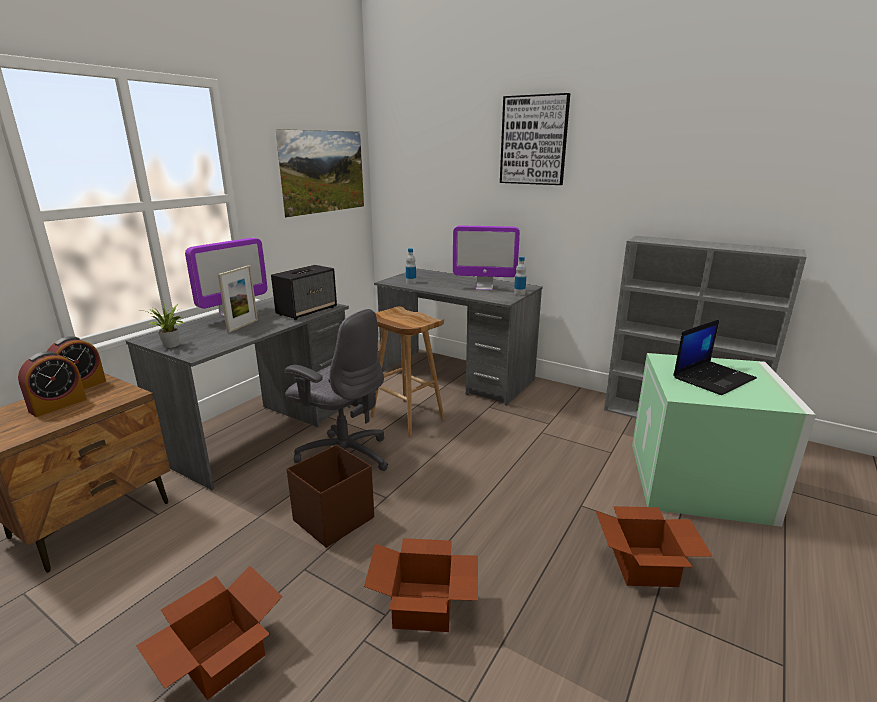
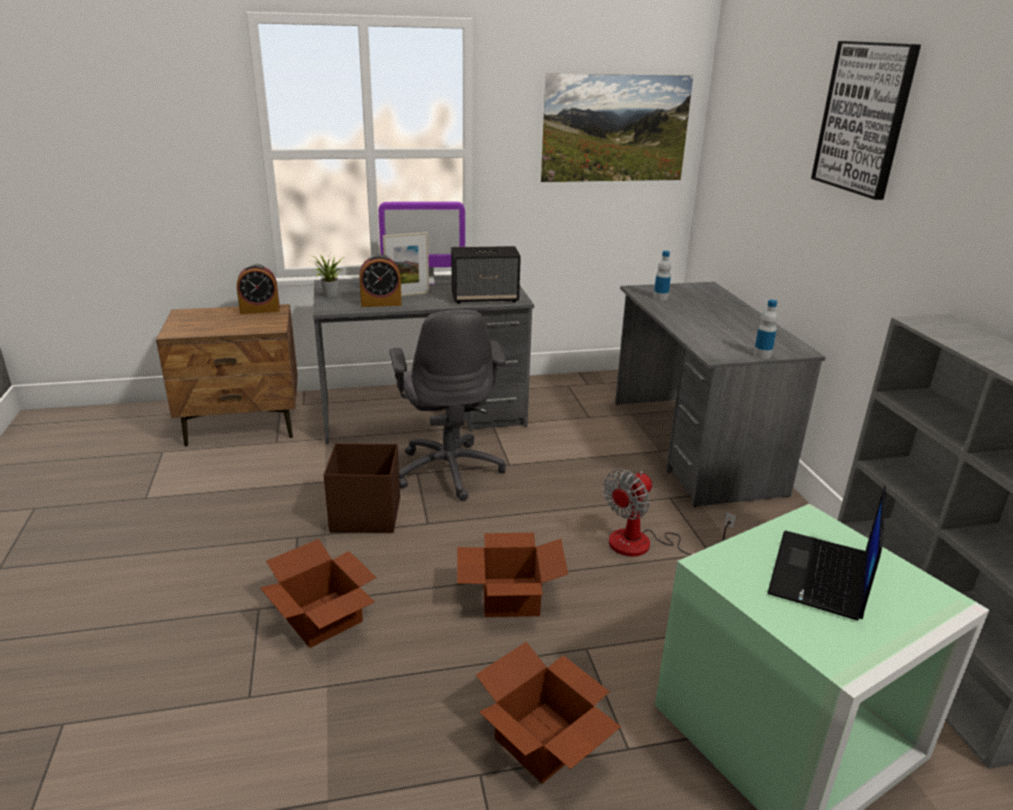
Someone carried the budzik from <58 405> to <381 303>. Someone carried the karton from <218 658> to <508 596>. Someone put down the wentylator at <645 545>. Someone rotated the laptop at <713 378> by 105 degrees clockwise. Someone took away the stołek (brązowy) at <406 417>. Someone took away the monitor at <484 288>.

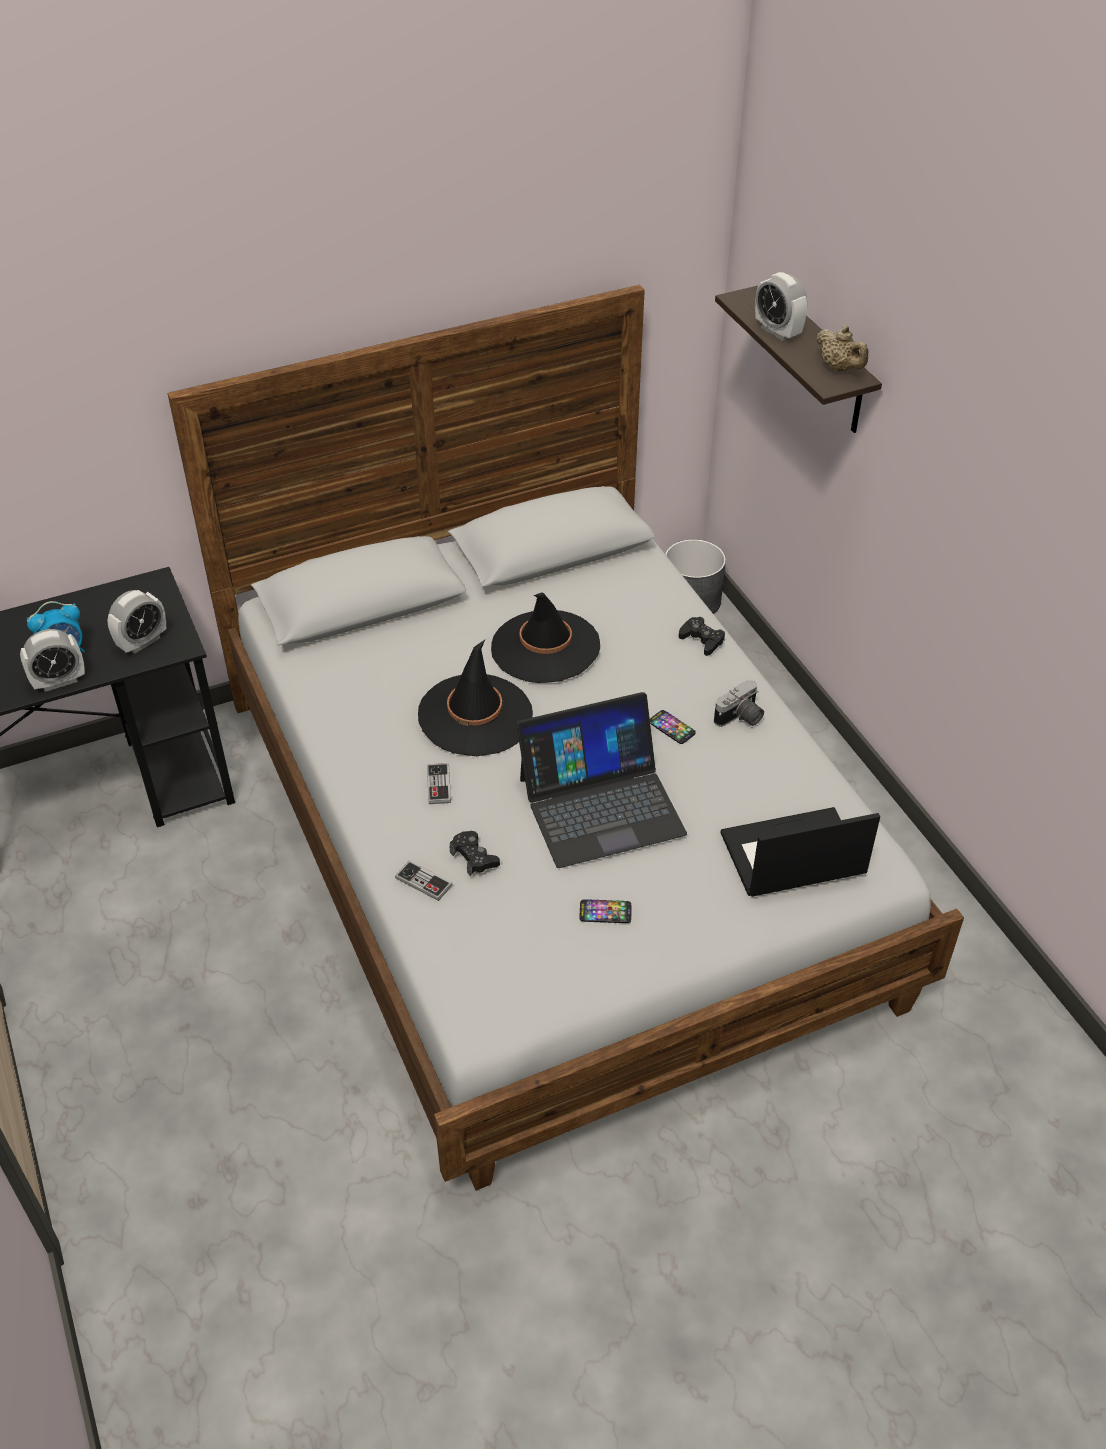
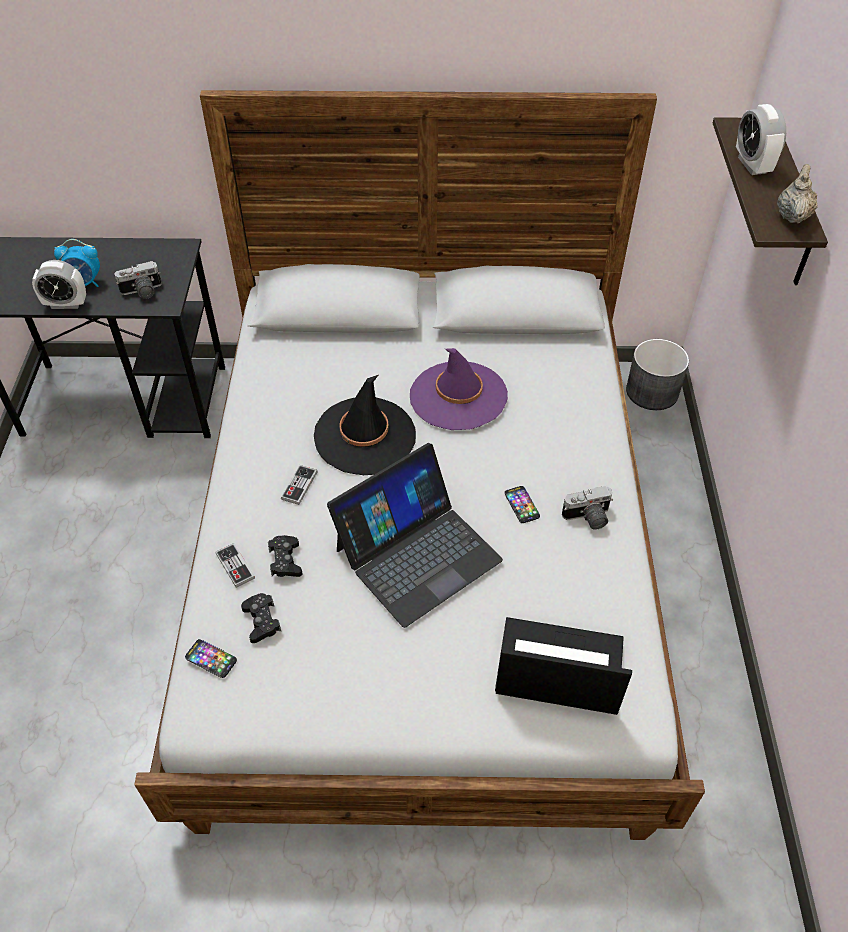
Someone swapped the budzik at <142 642> for the aparat fotograficzny at <142 292>. Someone carried the telefon from <605 912> to <211 659>. Someone carried the pad do gier (czarny) from <702 640> to <261 621>. Someone rotated the laptop at <601 805> by 45 degrees counterclockwise. Someone repainted the kapelusz (czarny) at <545 647>, which became the kapelusz (fioletowy) at <458 396>. Someone rotated the imbryk (beżowy) at <839 368> by 150 degrees counterclockwise.

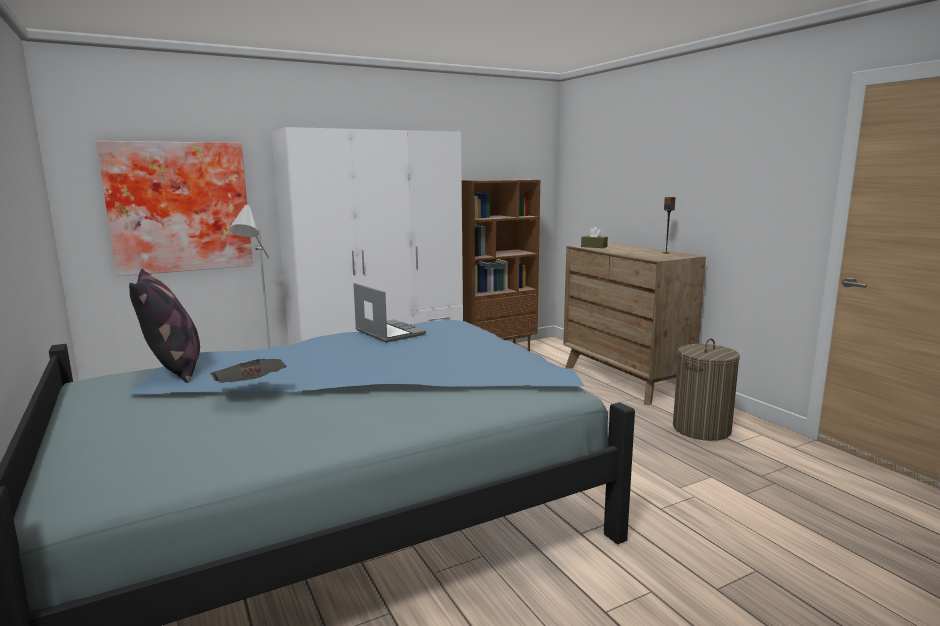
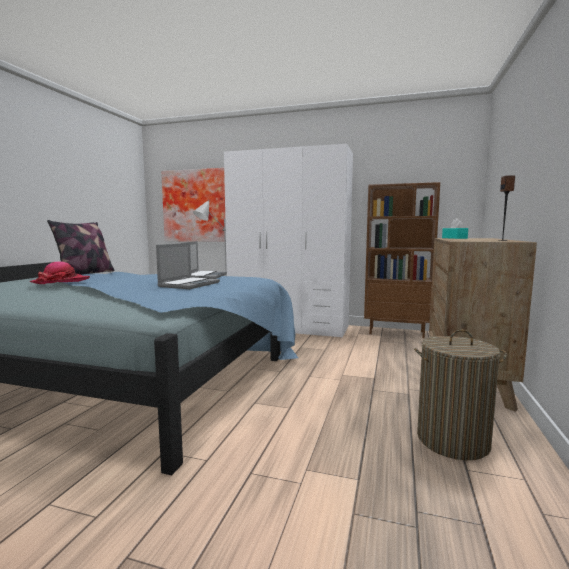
Someone swapped the gazeta at <251 390> for the kapelusz at <61 281>. Someone put down the laptop at <189 284>. Someone repainted the pudełko chusteczek (brązowy) at <594 246>, which became the pudełko chusteczek (turkusowy) at <454 238>.

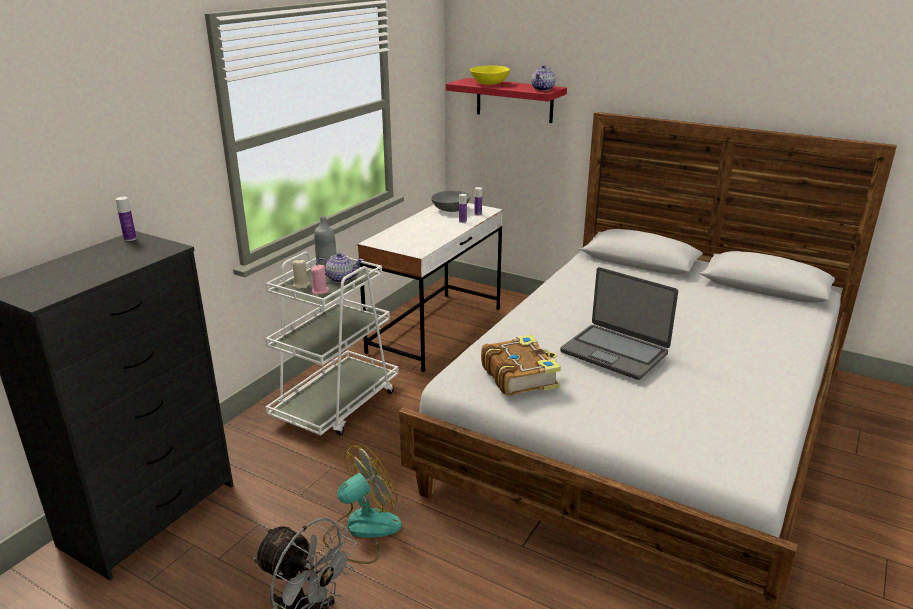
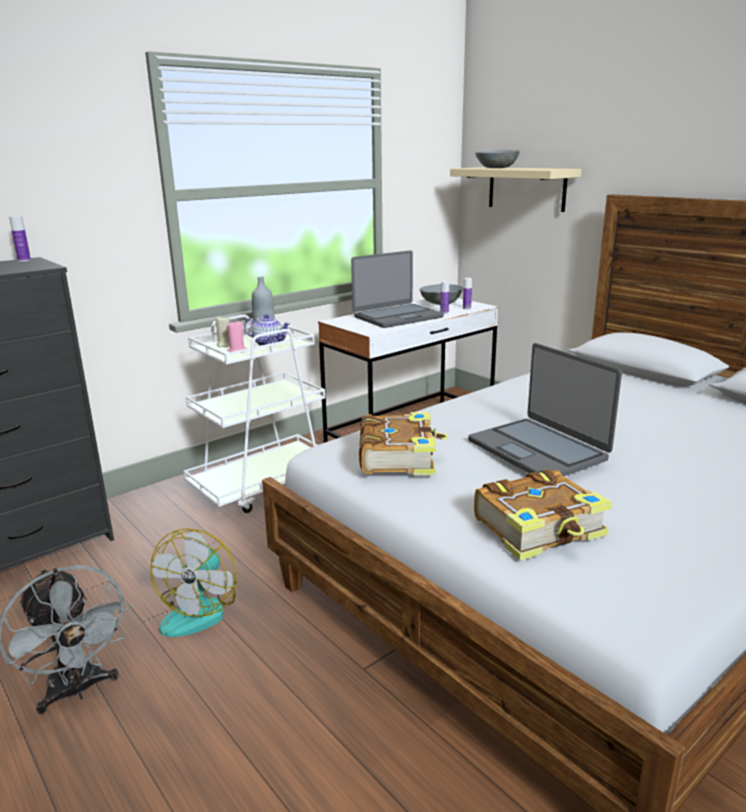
Someone rotated the wentylator at <361 530> by 120 degrees clockwise. Someone put down the laptop at <397 317>. Someone repainted the półka (czerwony) at <514 100>, which became the półka (beżowy) at <526 188>. Someone put down the książka at <540 528>. Someone repainted the miska (żółty) at <489 84>, which became the miska (szary) at <496 168>. Someone took away the imbryk at <543 89>.

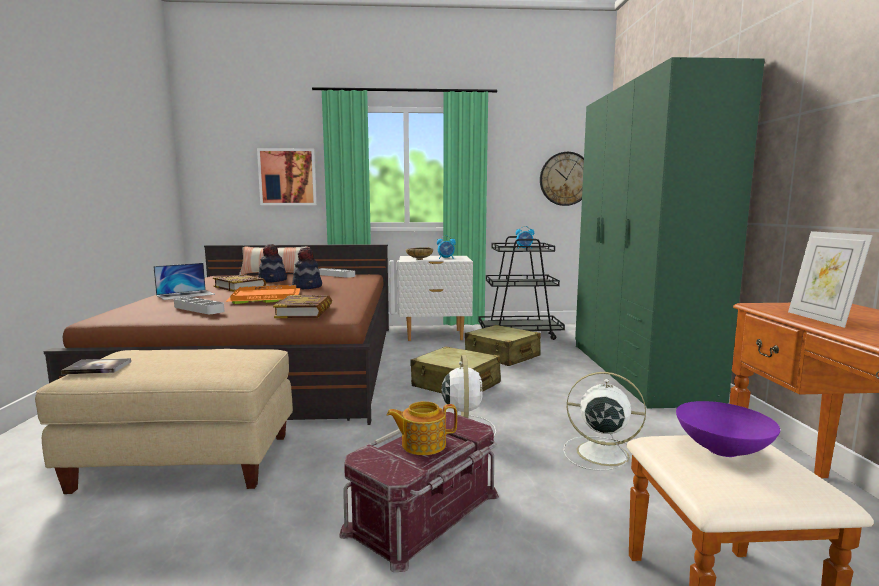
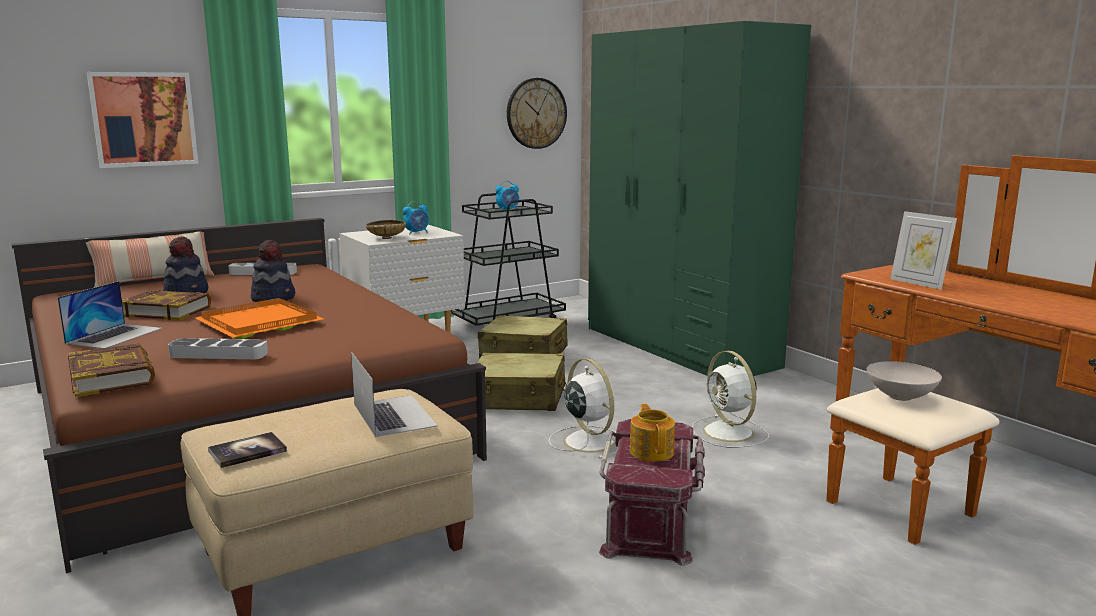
Someone carried the książka from <305 312> to <113 377>. Someone put down the laptop at <394 415>. Someone rotated the imbryk at <422 444> by 120 degrees clockwise. Someone rotated the wentylator (biały) at <600 453> by 105 degrees counterclockwise. Someone repainted the miska (fioletowy) at <721 450>, which became the miska (biały) at <900 397>.

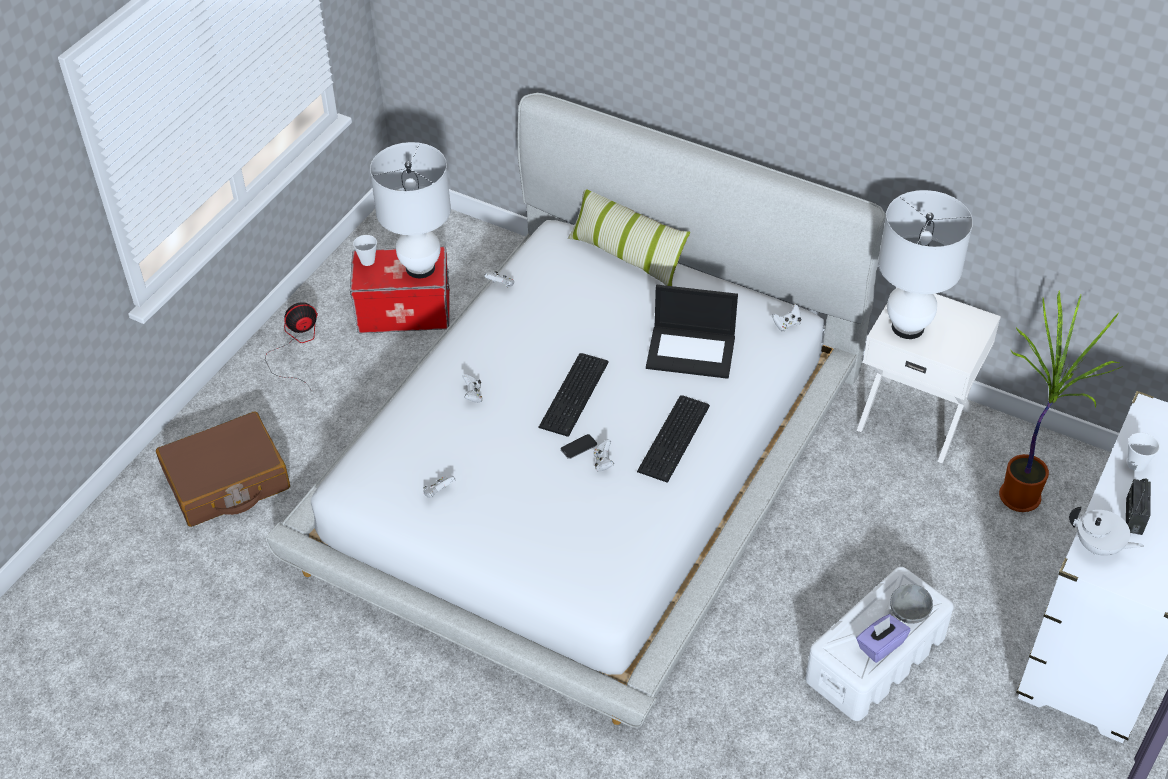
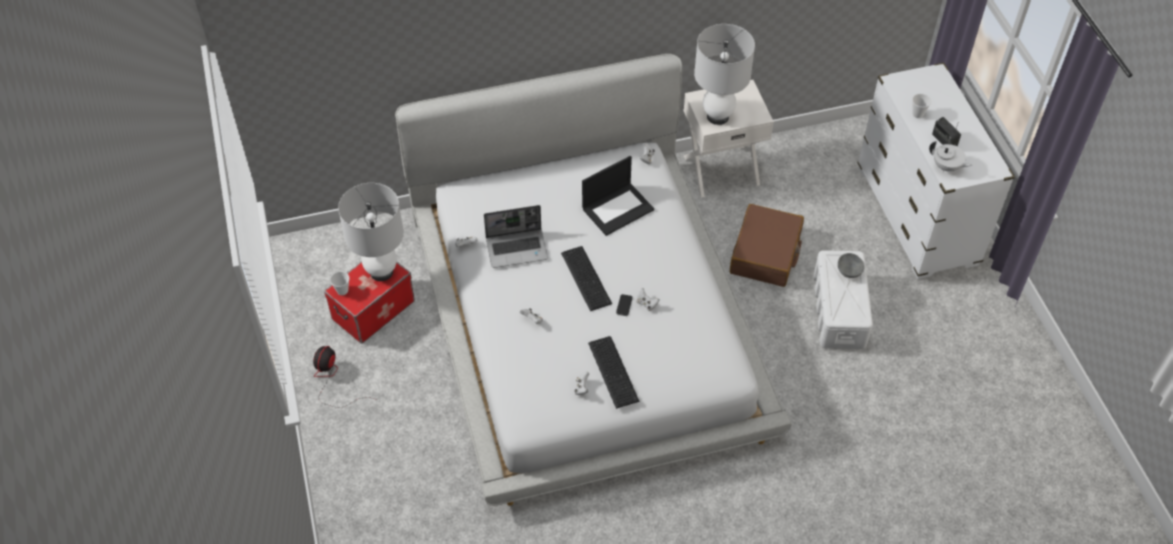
Someone put down the laptop at <517 248>. Someone carried the klawiatura from <676 438> to <614 370>. Someone carried the walizka (brązowy) from <227 481> to <766 253>. Someone rotated the imbryk (biały) at <1098 546> by 45 degrees clockwise. Someone took away the poduszka at <626 255>. Someone took away the pudełko chusteczek (fioletowy) at <880 645>. Someone took away the roślina doniczkowa at <1020 495>.

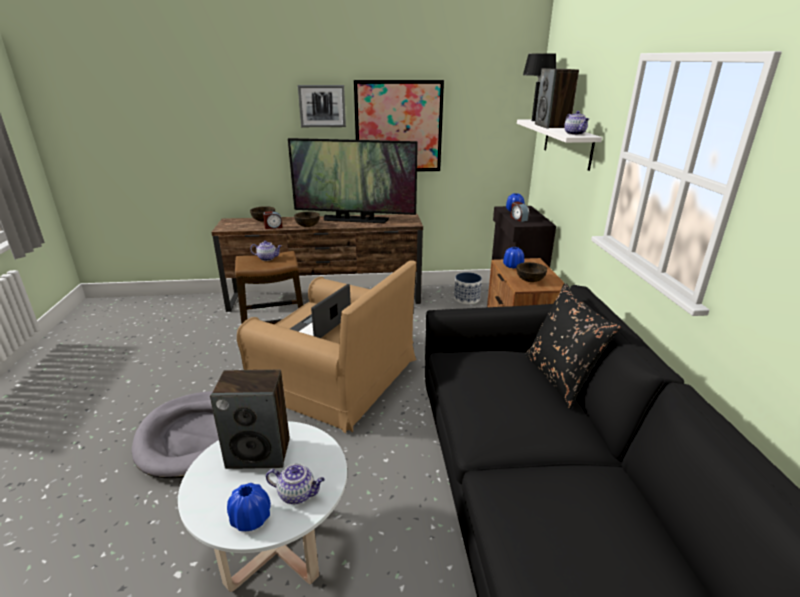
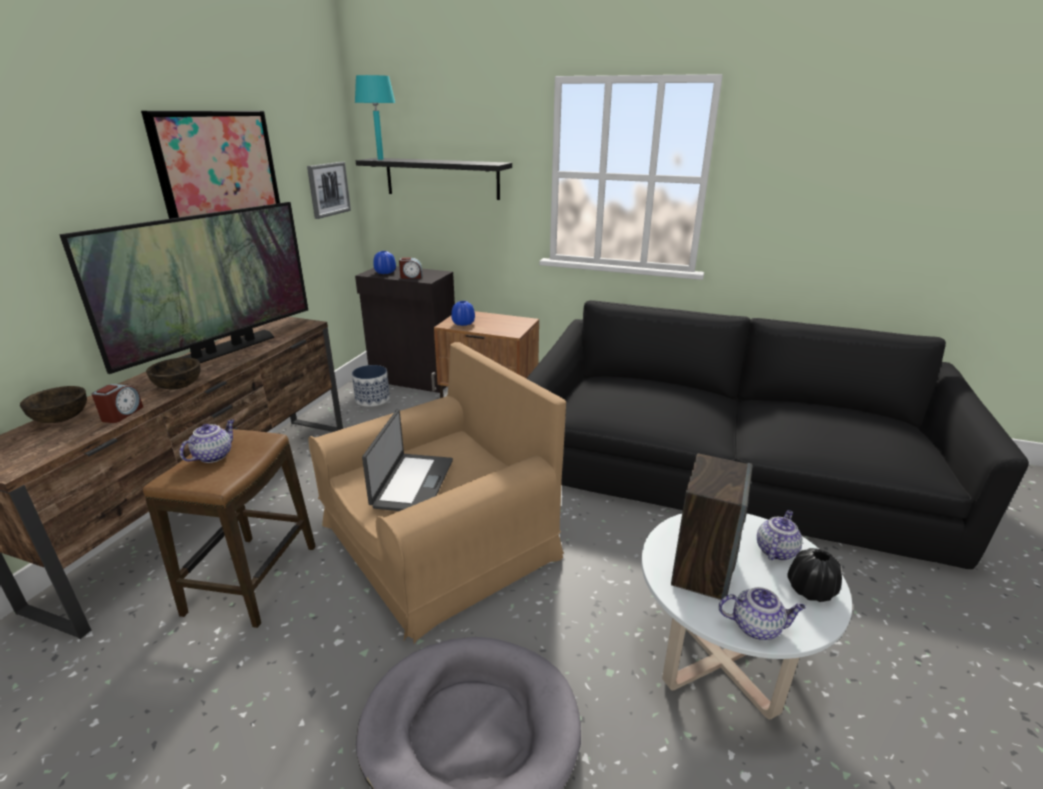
Someone carried the obraz from <322 106> to <328 189>. Someone repainted the lampa stołowa (czarny) at <533 121>, which became the lampa stołowa (turkusowy) at <380 159>. Someone repainted the półka (biały) at <567 143>, which became the półka (czarny) at <442 178>. Someone rotated the laptop at <320 325> by 135 degrees counterclockwise. Someone carried the imbryk from <575 134> to <757 626>. Someone repainted the wazon (niebieski) at <251 519>, which became the wazon (czarny) at <810 590>. Someone took away the miska (brązowy) at <530 280>. Someone took away the poduszka (czarny) at <560 378>. Someone took away the głośnik at <552 126>.

